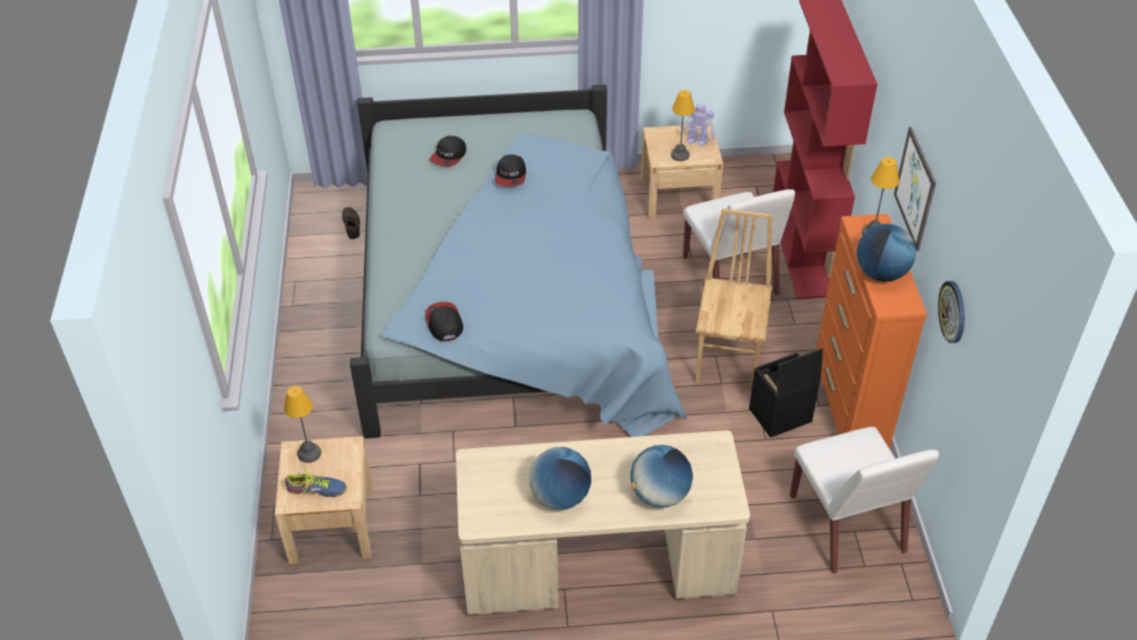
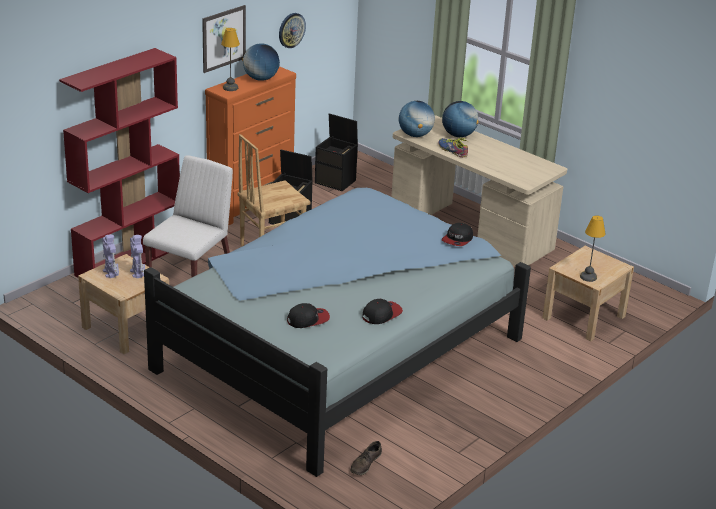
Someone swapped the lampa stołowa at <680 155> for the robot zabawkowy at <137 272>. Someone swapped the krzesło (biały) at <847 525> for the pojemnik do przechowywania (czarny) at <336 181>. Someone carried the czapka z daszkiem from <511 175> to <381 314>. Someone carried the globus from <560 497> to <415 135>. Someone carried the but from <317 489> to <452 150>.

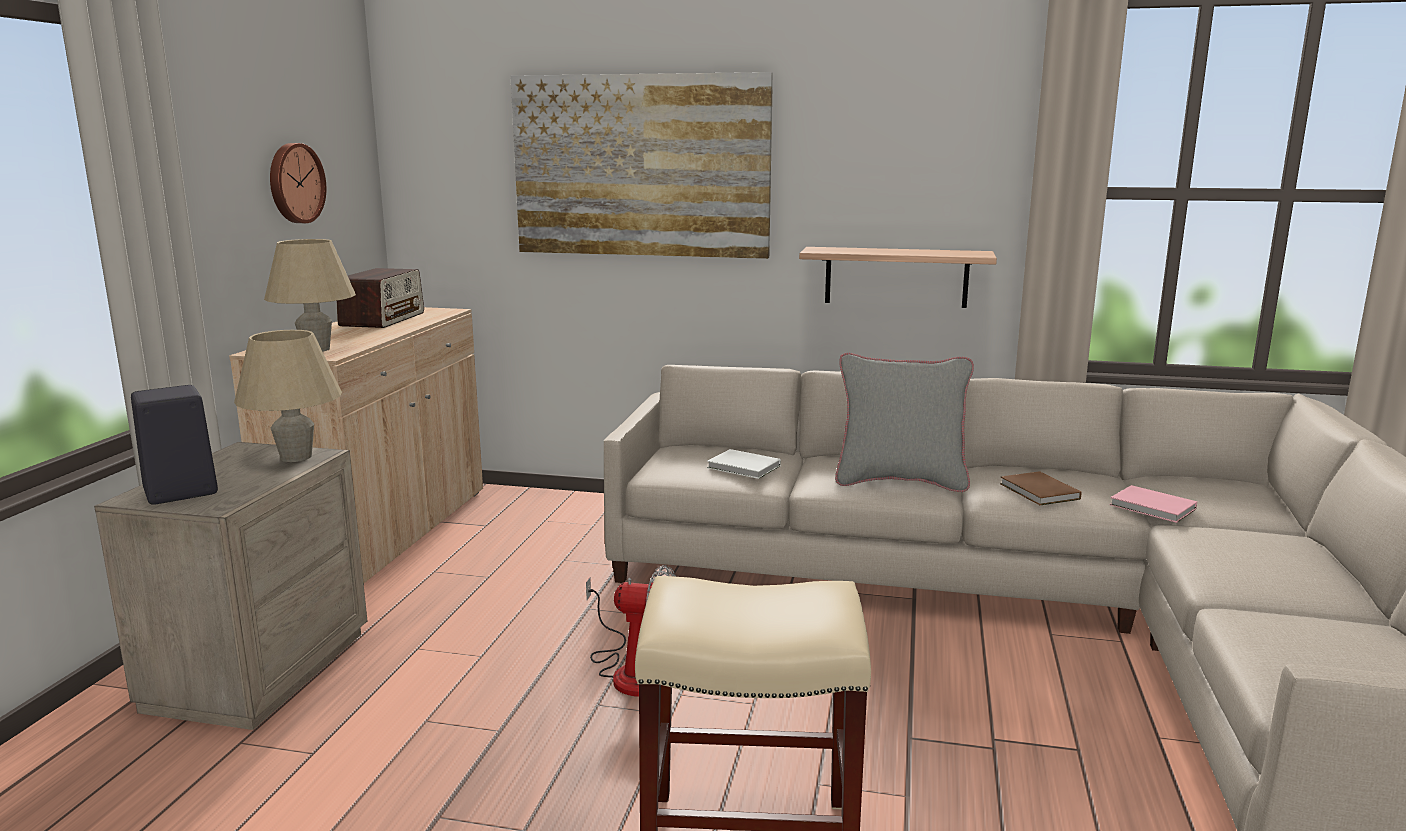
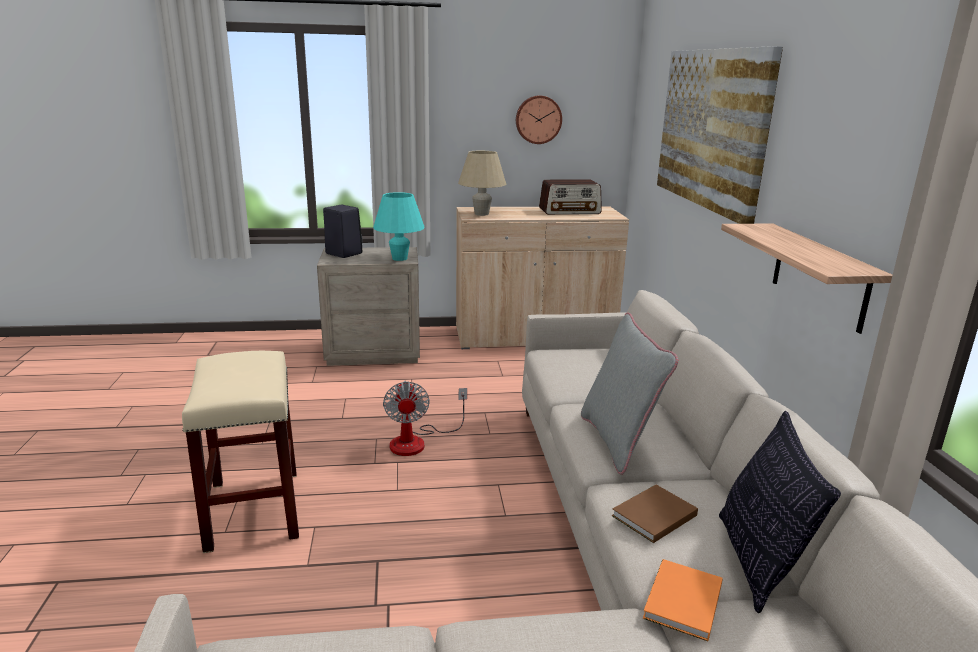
Someone repainted the lampa stołowa (beżowy) at <296 457>, which became the lampa stołowa (turkusowy) at <399 258>. Someone repainted the książka (różowy) at <1154 508>, which became the książka (pomarańczowy) at <681 602>. Someone put down the poduszka at <758 562>. Someone took away the książka (biały) at <744 467>.

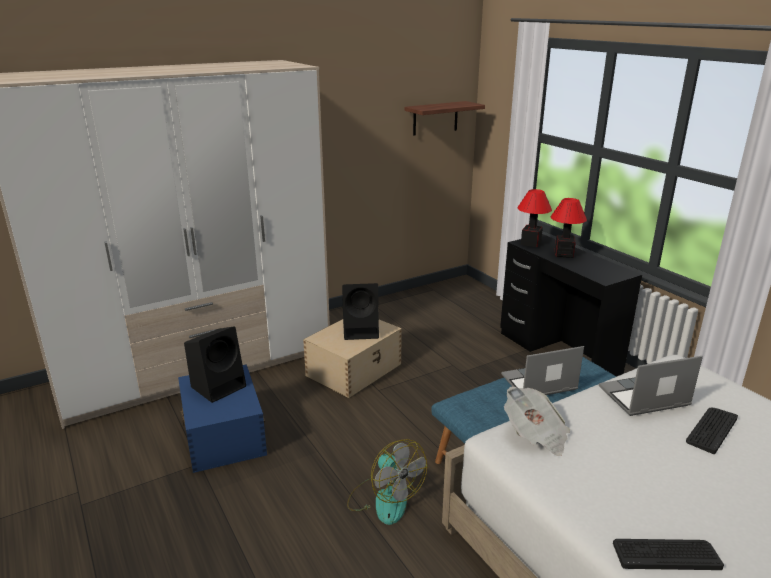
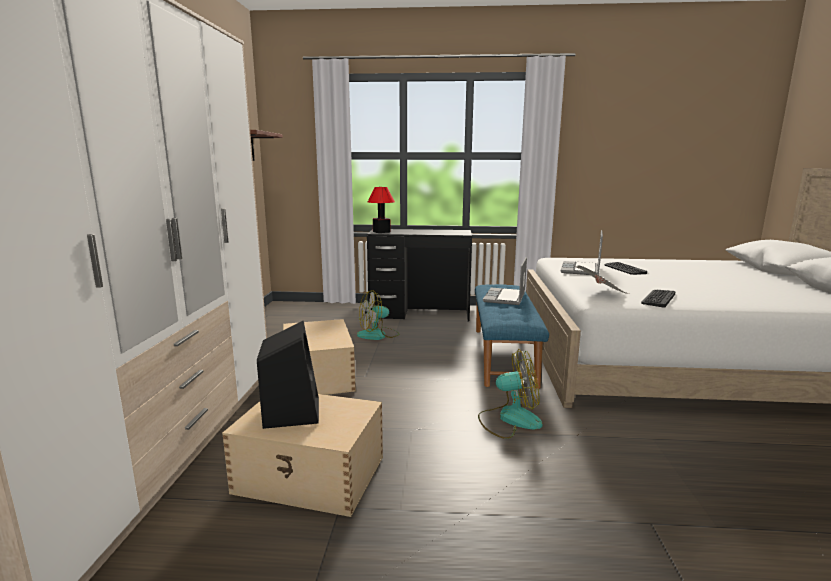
Someone repainted the pojemnik do przechowywania (niebieski) at <223 435>, which became the pojemnik do przechowywania (beżowy) at <311 475>. Someone put down the wentylator at <378 335>. Someone carried the klawiatura from <665 554> to <658 298>. Someone took away the głośnik (czarny) at <362 330>. Someone took away the lampa stołowa at <563 254>.

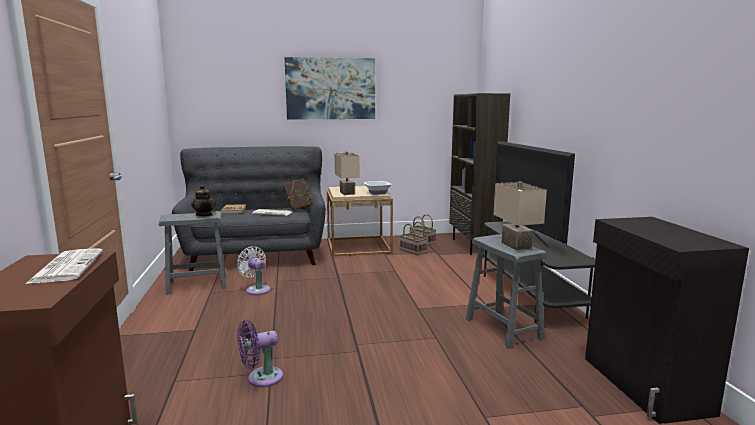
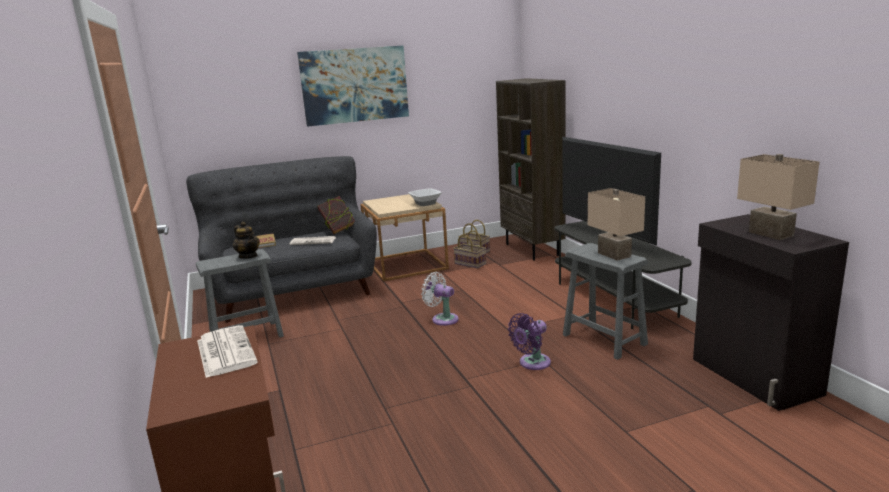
Someone carried the wentylator (biały) from <256 289> to <442 319>. Someone carried the wentylator (fioletowy) from <261 378> to <532 363>. Someone carried the lampa stołowa (beżowy) from <346 193> to <769 234>.

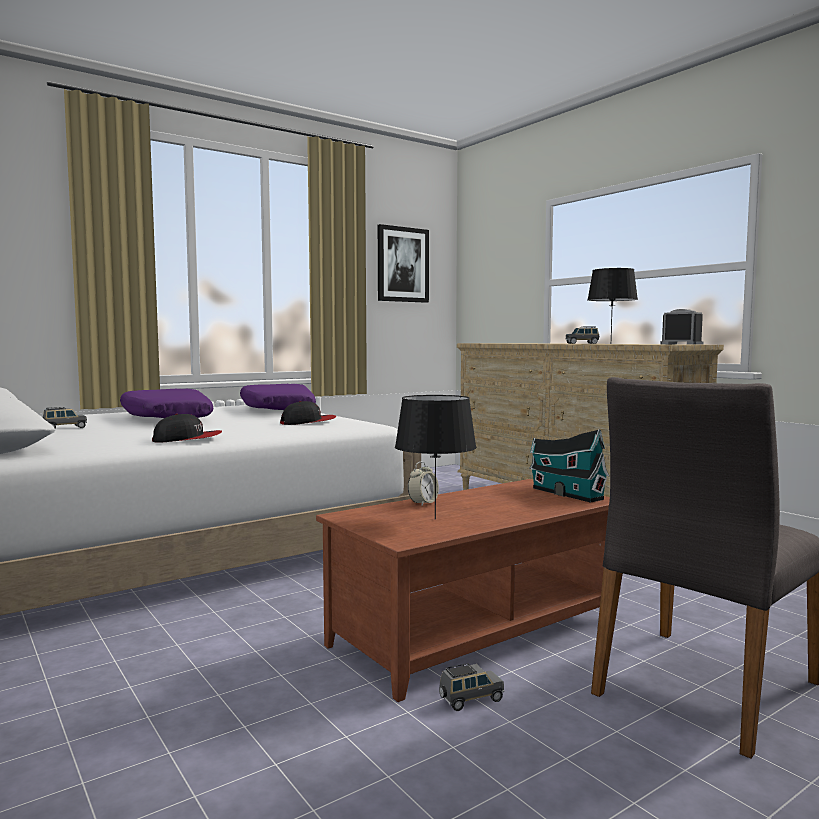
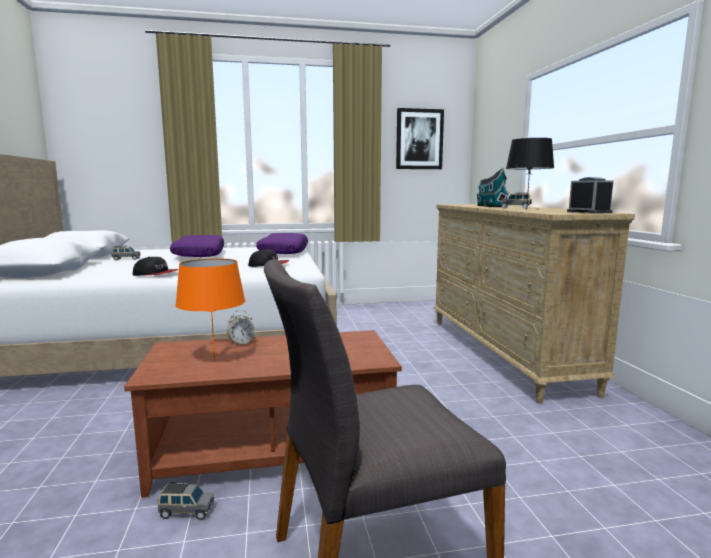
Someone repainted the lampa stołowa (czarny) at <434 519>, which became the lampa stołowa (pomarańczowy) at <213 360>. Someone carried the domek from <564 493> to <490 206>.

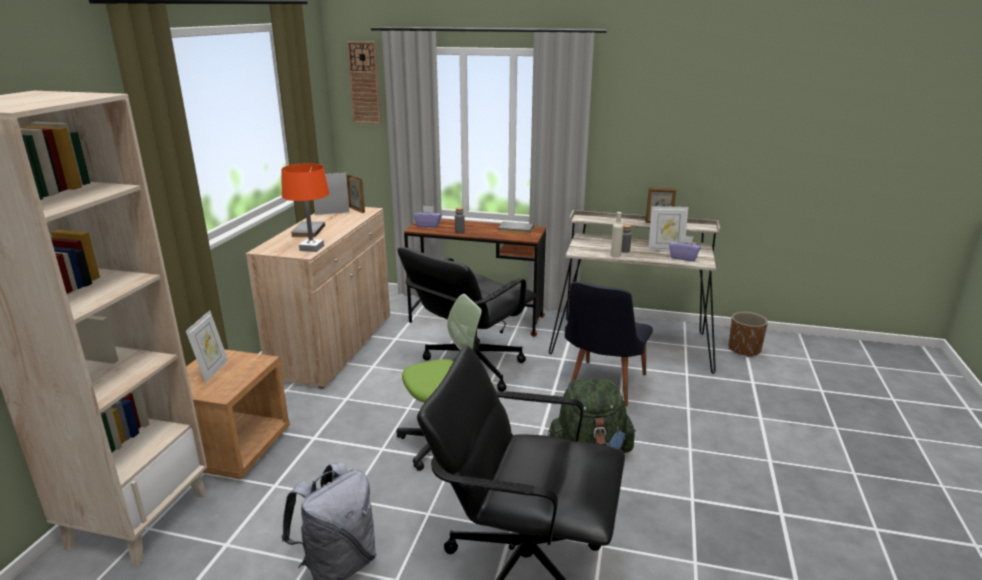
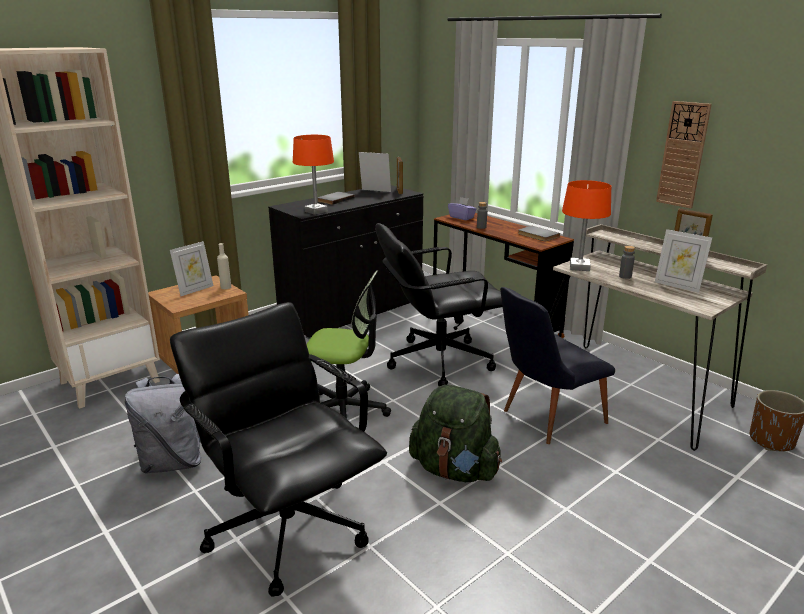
Someone carried the butelka (beżowy) from <615 255> to <226 287>. Someone repainted the szafka (beżowy) at <334 346>, which became the szafka (czarny) at <352 311>. Someone put down the lampa stołowa (pomarańczowy) at <579 267>. Someone carried the zegar ścienny from <364 83> to <683 155>. Someone took away the pudełko chusteczek (fioletowy) at <683 257>.

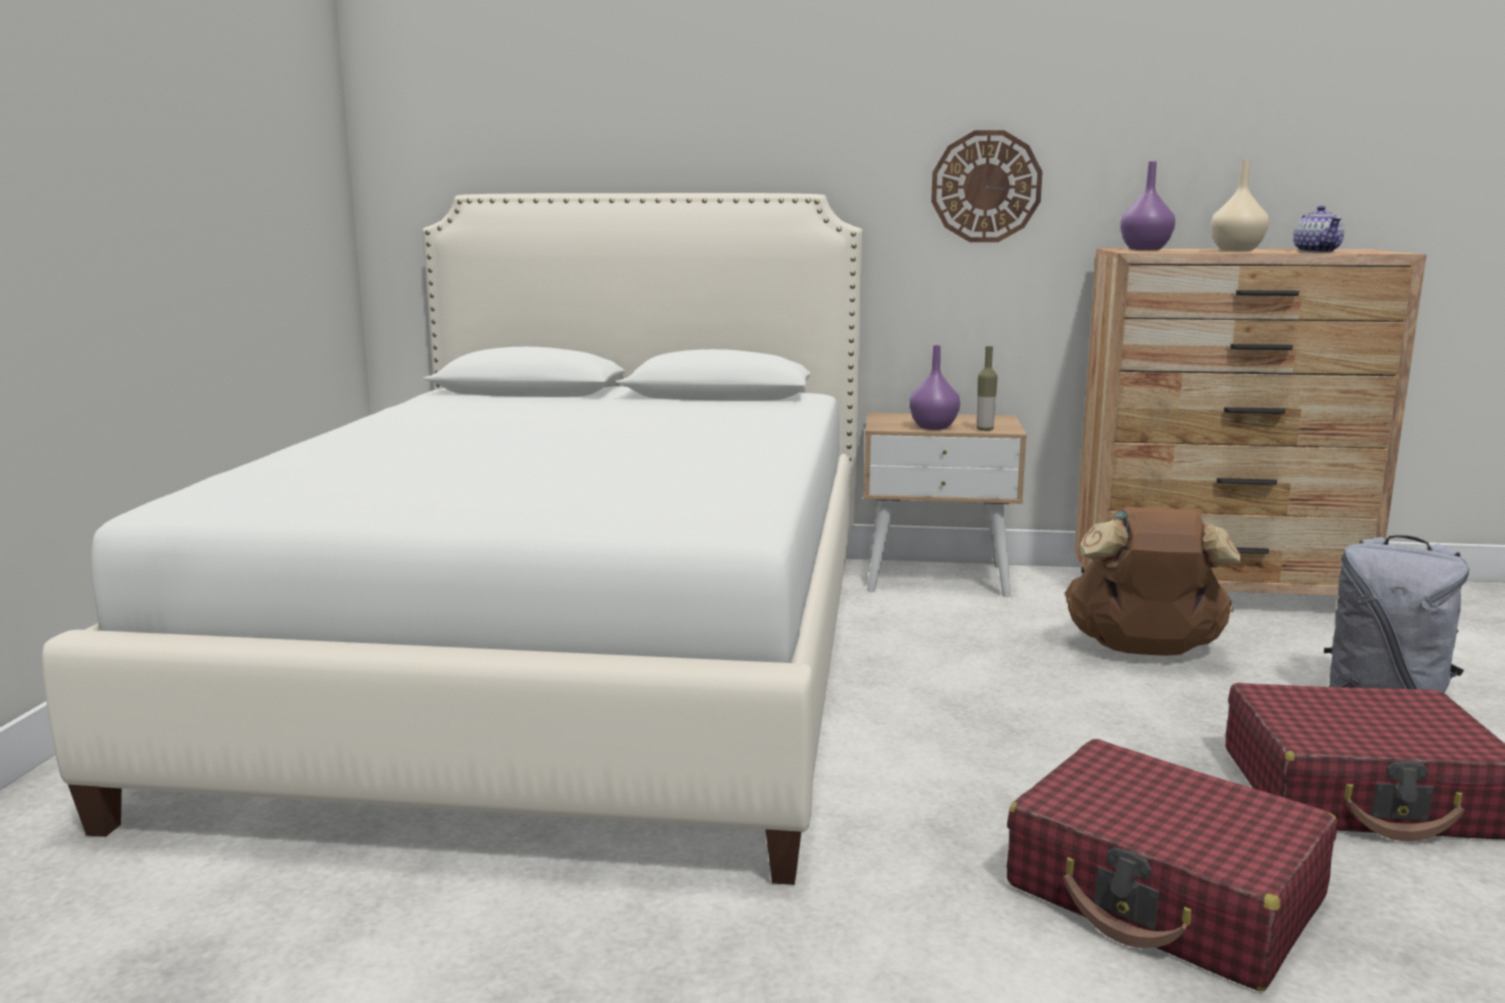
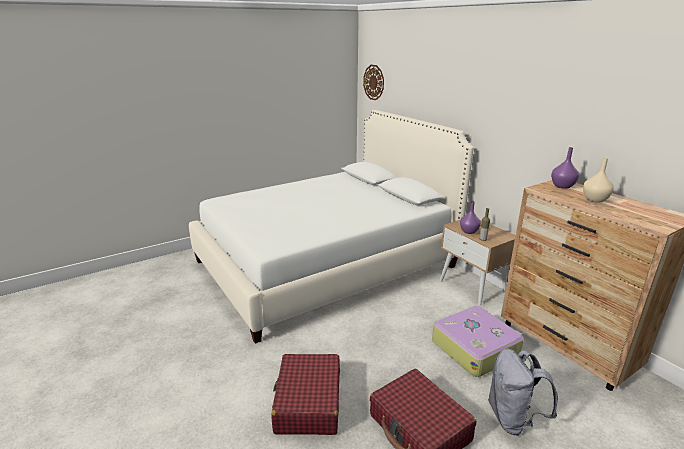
Someone carried the zegar ścienny from <986 186> to <374 82>. Someone swapped the plecak (brązowy) at <1143 651> for the walizka at <475 348>. Someone took away the imbryk at <1317 251>.

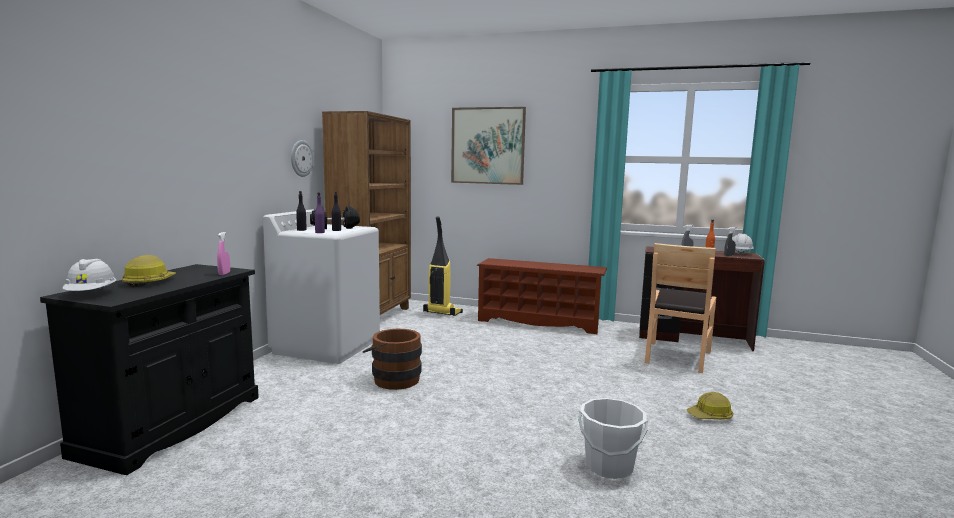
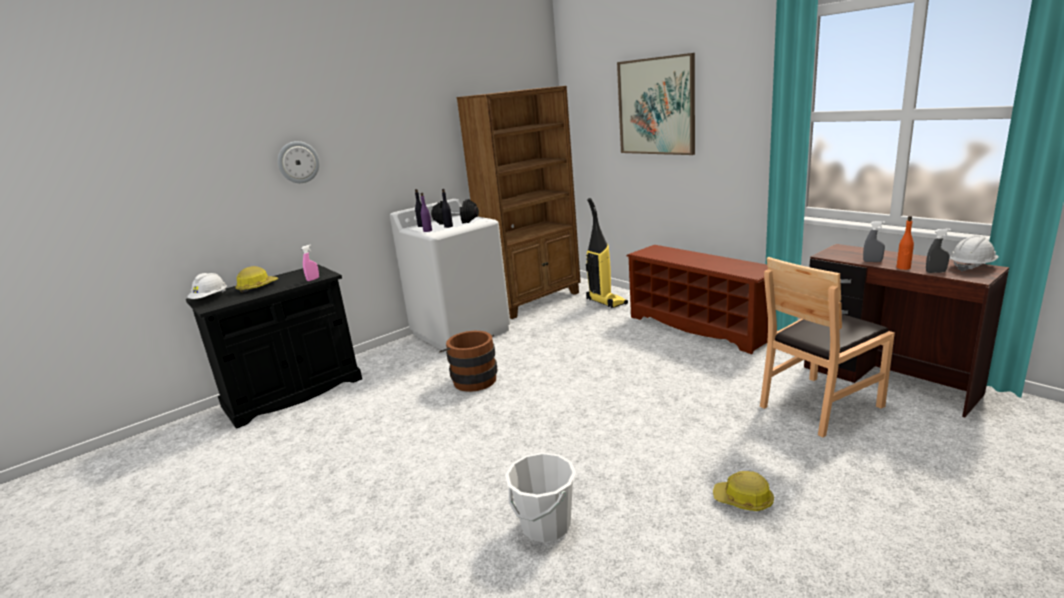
Someone carried the zegar ścienny from <301 158> to <298 162>.

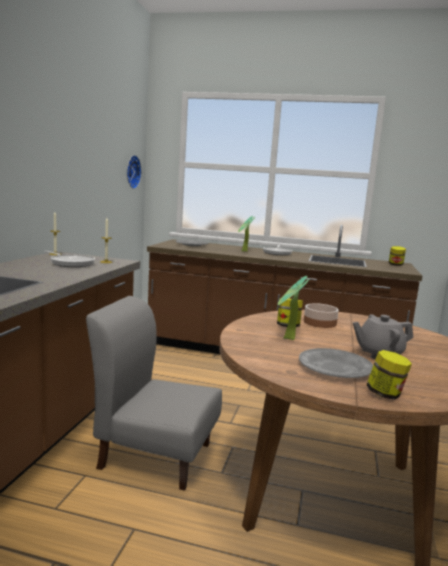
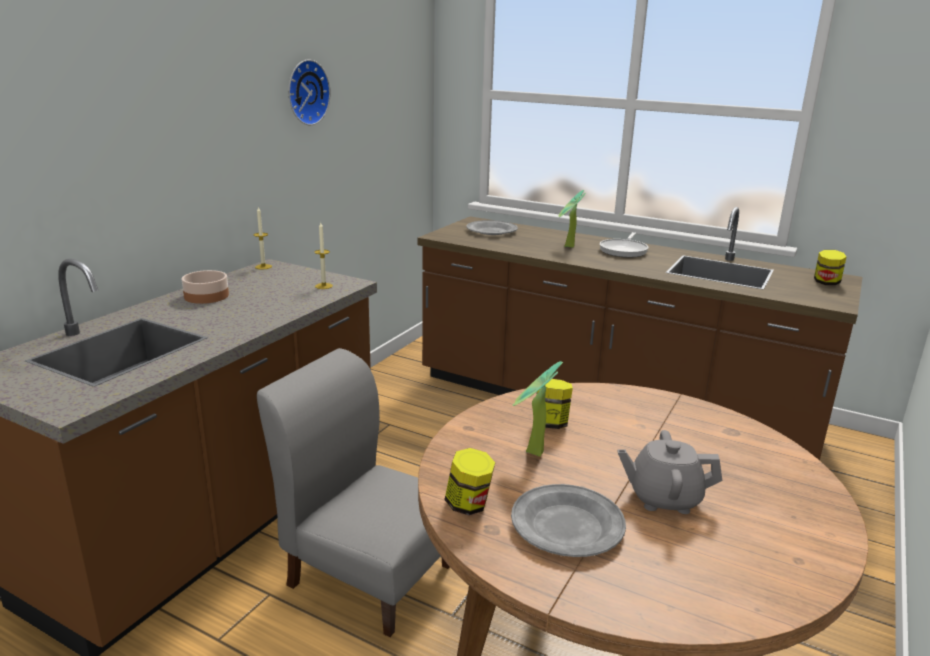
Someone carried the miska from <319 323> to <205 296>. Someone carried the zegar ścienny from <131 171> to <305 92>. Someone carried the słoik from <385 394> to <468 505>. Someone took away the patelnia at <71 263>.

